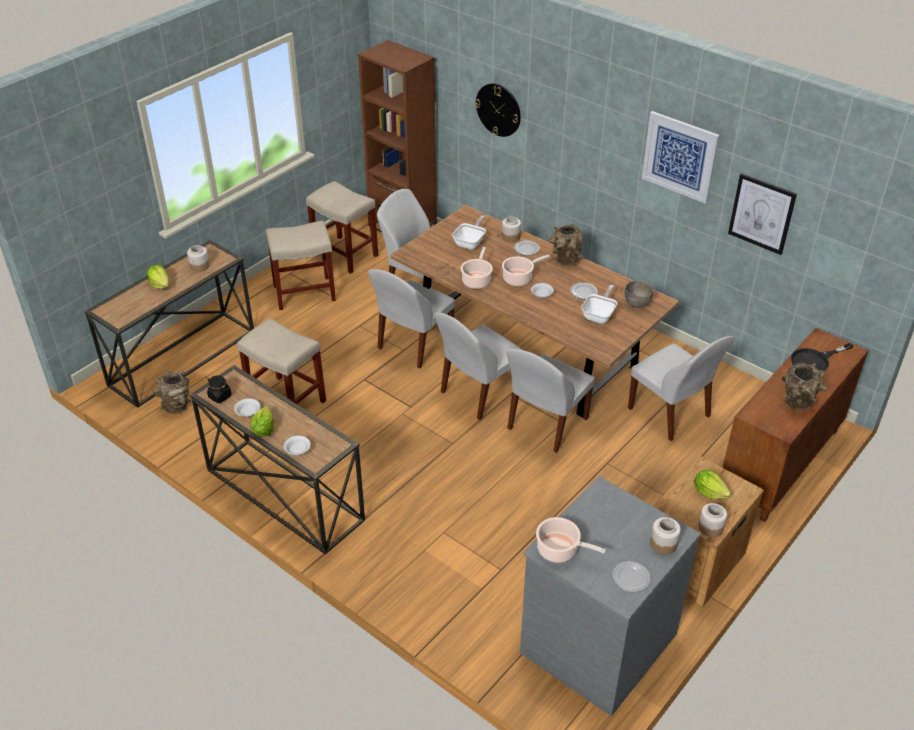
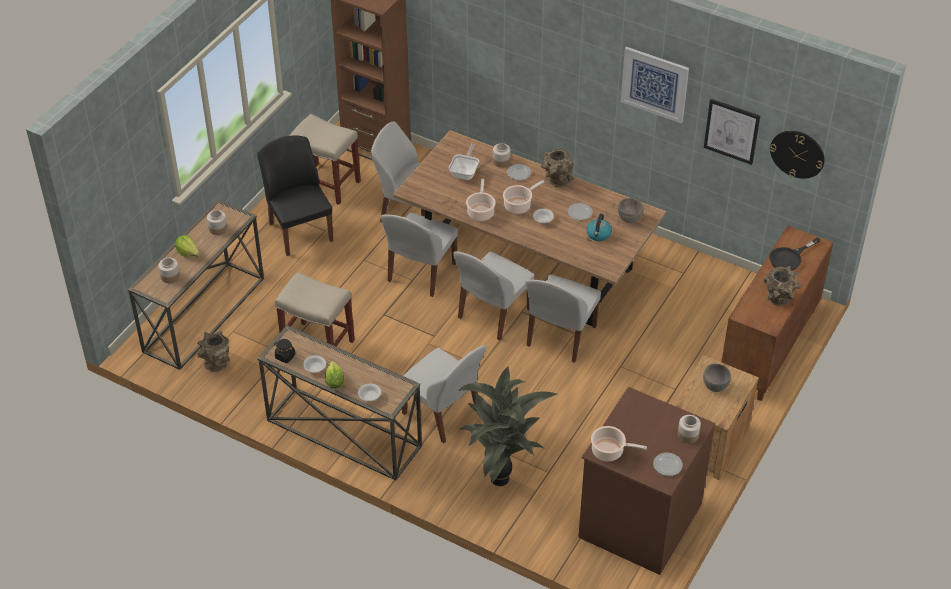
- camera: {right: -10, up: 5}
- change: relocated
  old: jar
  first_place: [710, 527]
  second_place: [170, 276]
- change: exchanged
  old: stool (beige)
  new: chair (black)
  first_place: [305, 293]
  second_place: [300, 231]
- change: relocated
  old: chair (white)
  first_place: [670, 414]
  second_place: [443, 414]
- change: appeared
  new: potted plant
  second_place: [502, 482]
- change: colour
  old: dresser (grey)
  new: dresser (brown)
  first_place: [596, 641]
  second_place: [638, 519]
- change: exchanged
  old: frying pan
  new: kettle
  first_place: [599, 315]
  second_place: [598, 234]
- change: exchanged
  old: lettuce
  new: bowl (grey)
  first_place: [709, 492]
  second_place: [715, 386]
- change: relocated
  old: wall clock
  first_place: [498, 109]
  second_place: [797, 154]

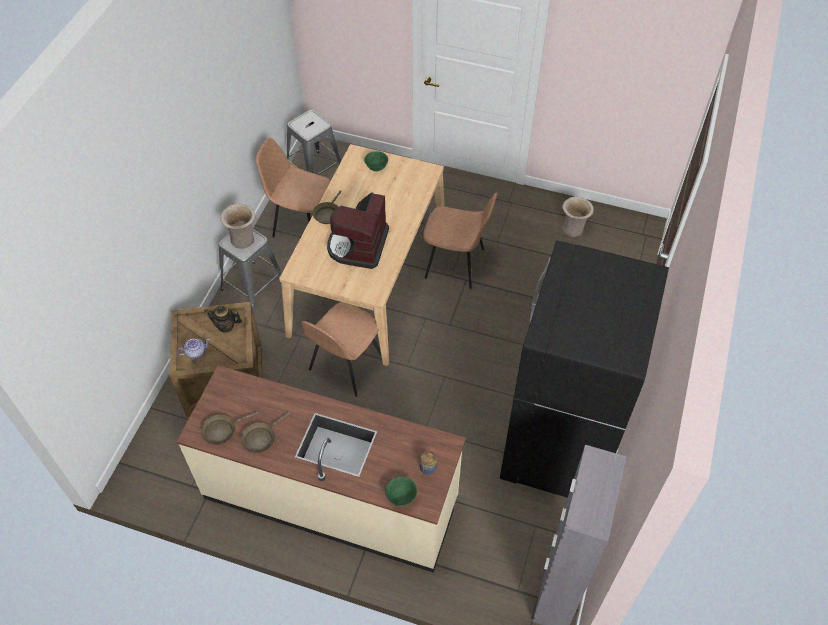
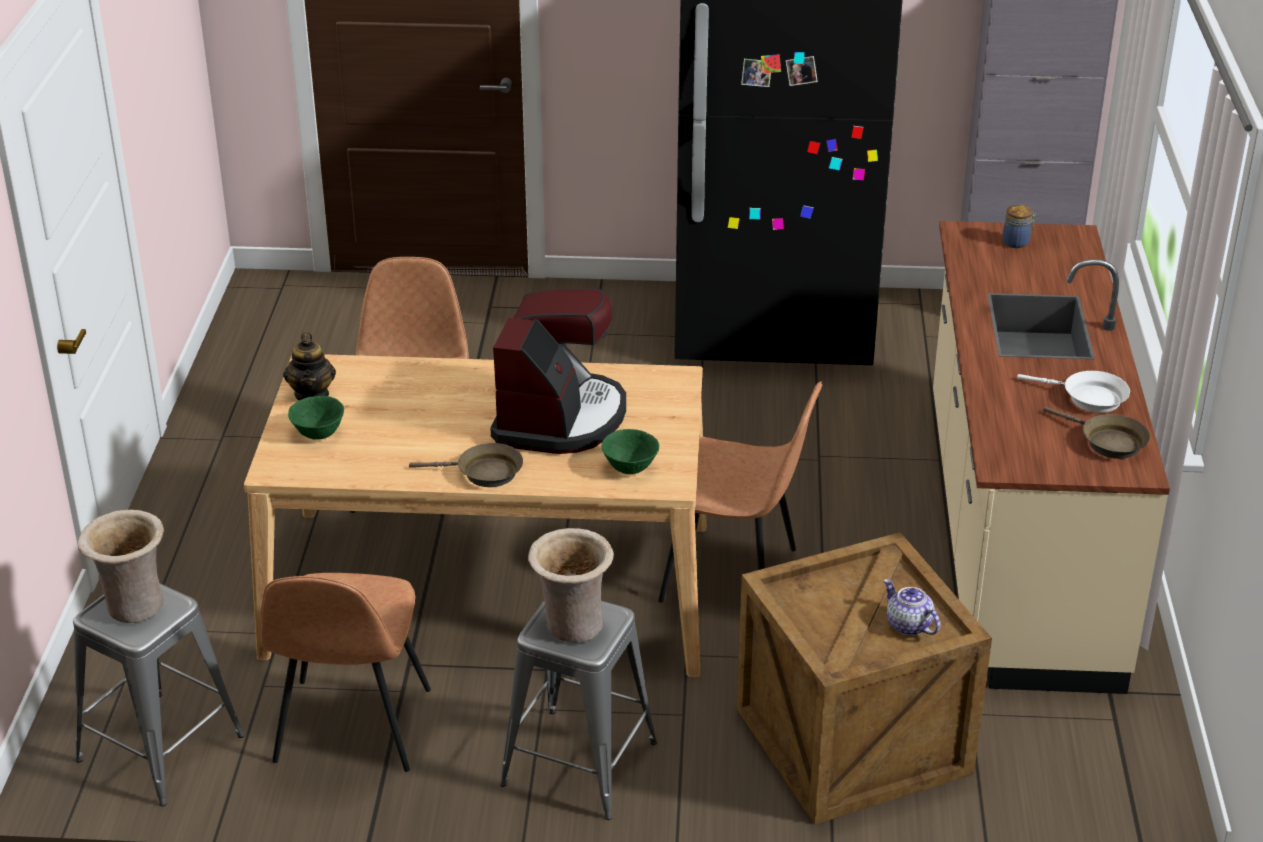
- camera: {right: -105, up: -20}
- change: relocated
  old: vase (beige)
  first_place: [573, 229]
  second_place: [133, 606]
- change: relocated
  old: teapot
  first_place: [226, 326]
  second_place: [312, 394]
- change: spun
  old: coffee machine
  first_place: [358, 245]
  second_place: [559, 418]
  degrees: -75
- change: relocated
  old: bowl (green)
  first_place: [401, 497]
  second_place: [630, 469]
- change: colour
  old: frying pan (brown)
  new: frying pan (white)
  first_place: [261, 438]
  second_place: [1088, 398]

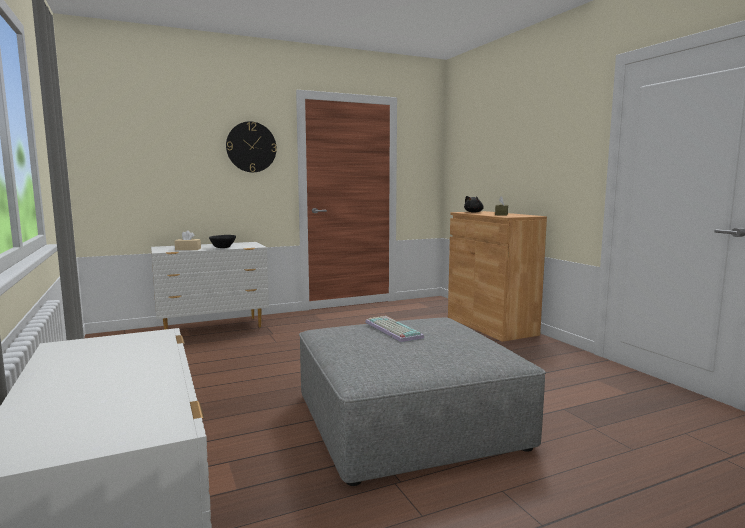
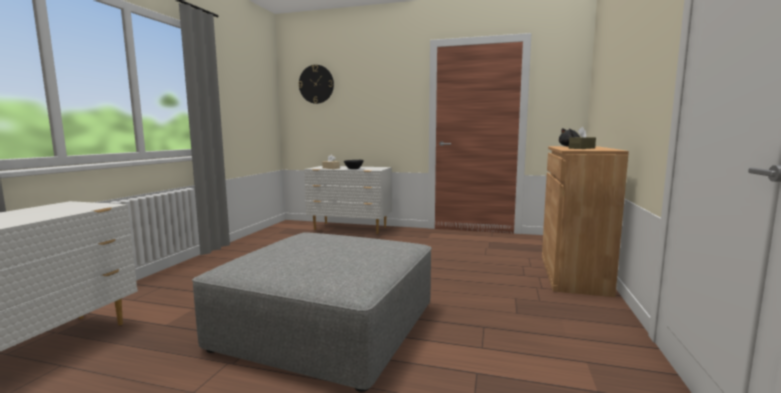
- camera: {right: 40, up: 0}
- change: relocated
  old: wall clock
  first_place: [251, 147]
  second_place: [316, 84]
- change: missing
  old: keyboard
  first_place: [391, 330]

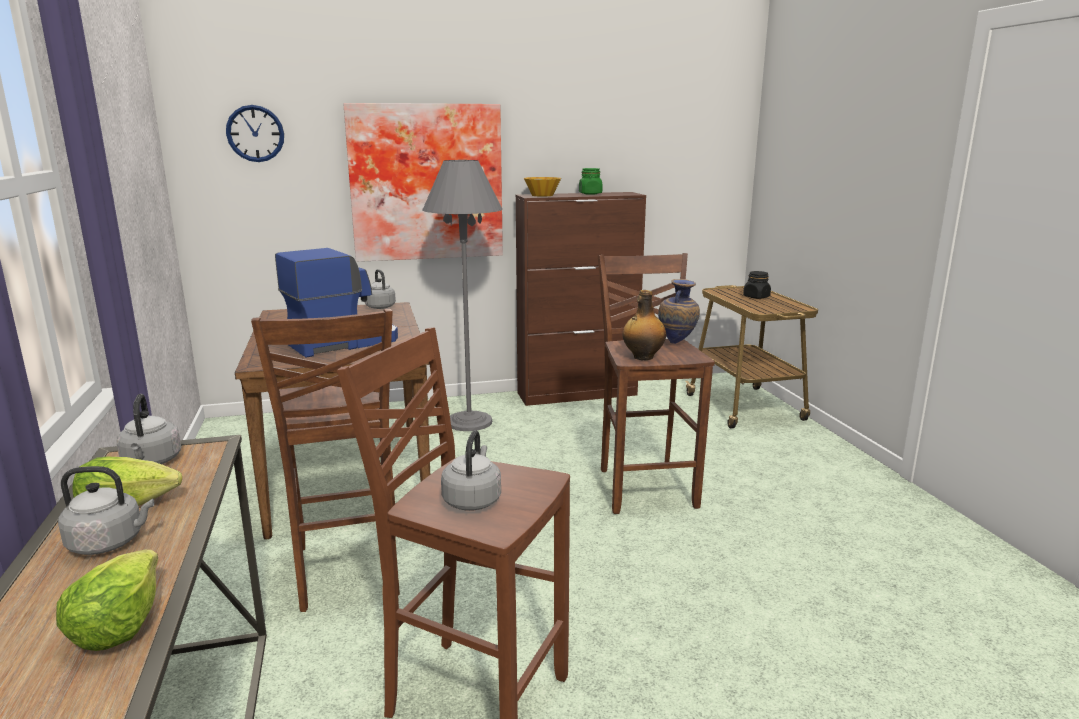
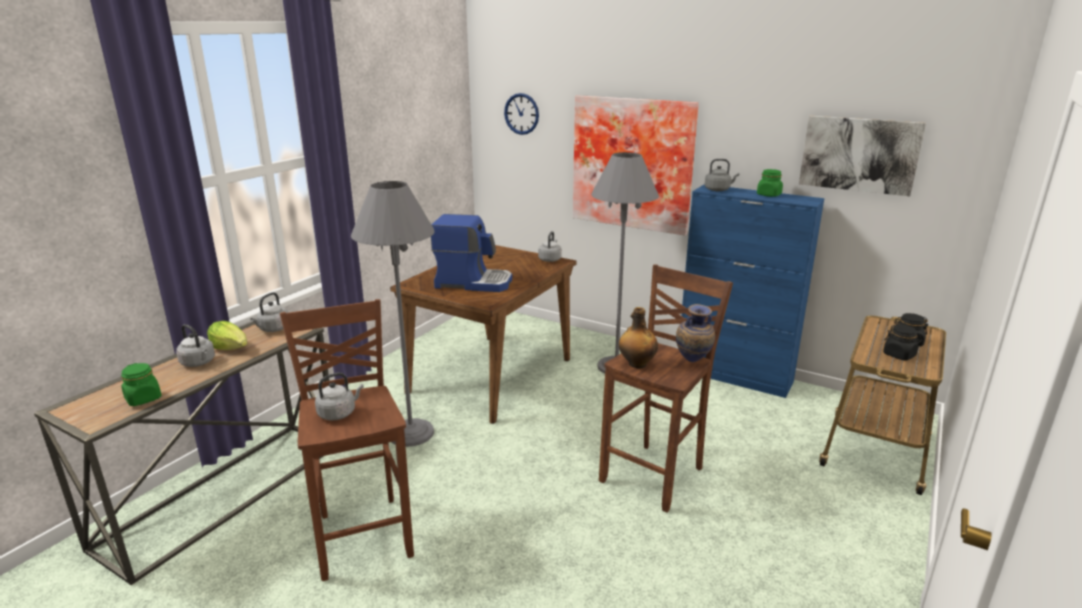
- camera: {right: 45, up: 5}
- change: exchanged
  old: lettuce
  new: jar (green)
  first_place: [118, 624]
  second_place: [143, 399]
- change: exchanged
  old: stool (brown)
  new: floor lamp (grey)
  first_place: [348, 572]
  second_place: [411, 433]
- change: colour
  old: cabinet (brown)
  new: cabinet (blue)
  first_place: [578, 394]
  second_place: [734, 376]
- change: exchanged
  old: bowl
  new: kettle (grey)
  first_place: [542, 195]
  second_place: [718, 190]
- change: appeared
  new: picture
  second_place: [859, 154]
- change: appeared
  new: jar (black)
  second_place: [899, 355]

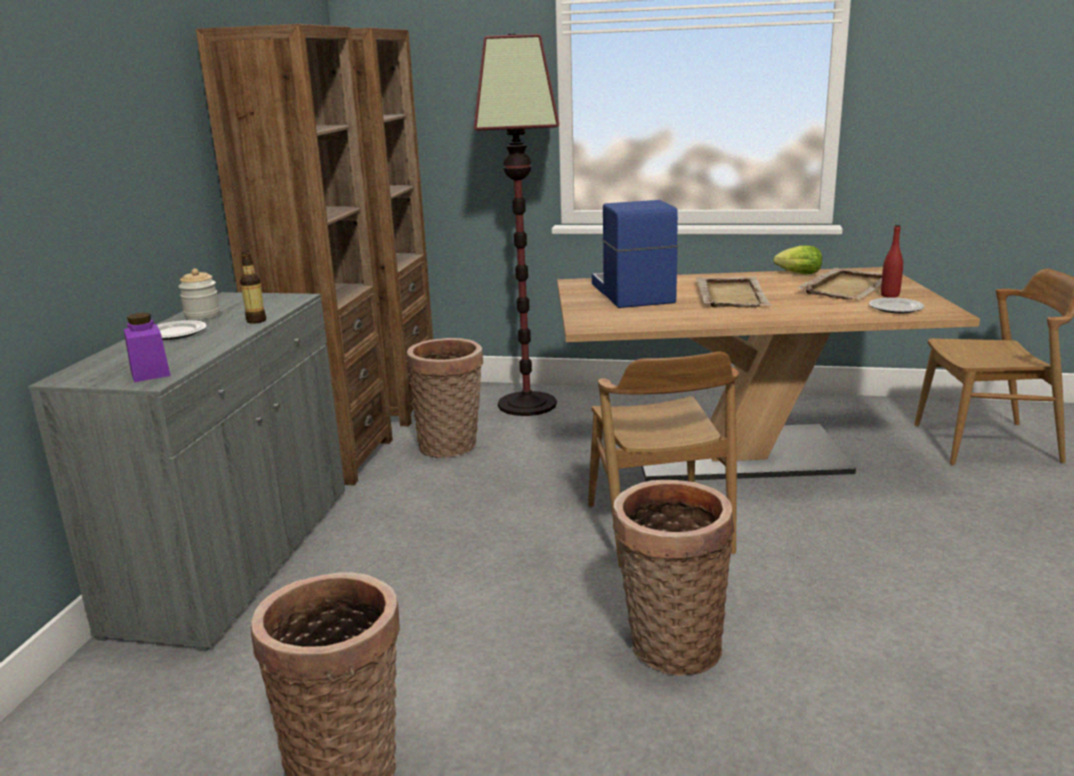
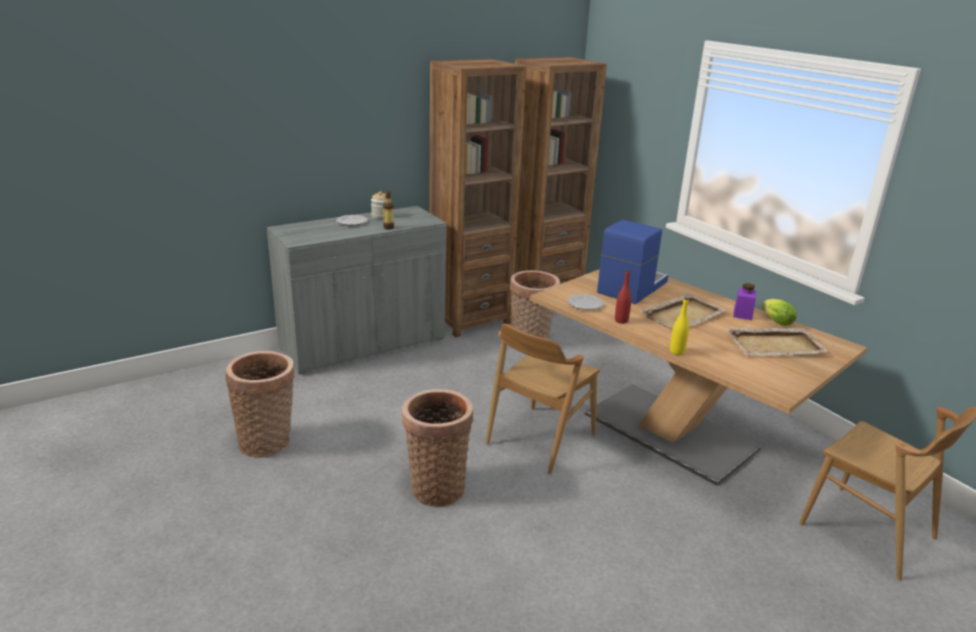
- camera: {right: 45, up: 5}
- change: relocated
  old: plate
  first_place: [895, 308]
  second_place: [585, 304]
- change: relocated
  old: bottle (red)
  first_place: [890, 295]
  second_place: [621, 321]
- change: appeared
  new: bottle (yellow)
  second_place: [677, 351]
- change: relocated
  old: jar (purple)
  first_place: [150, 373]
  second_place: [742, 314]
- change: missing
  old: floor lamp
  first_place: [526, 404]

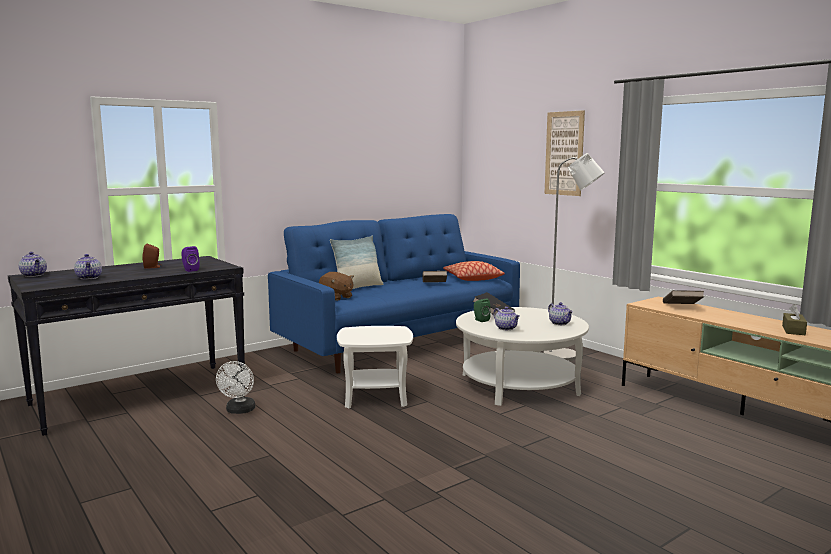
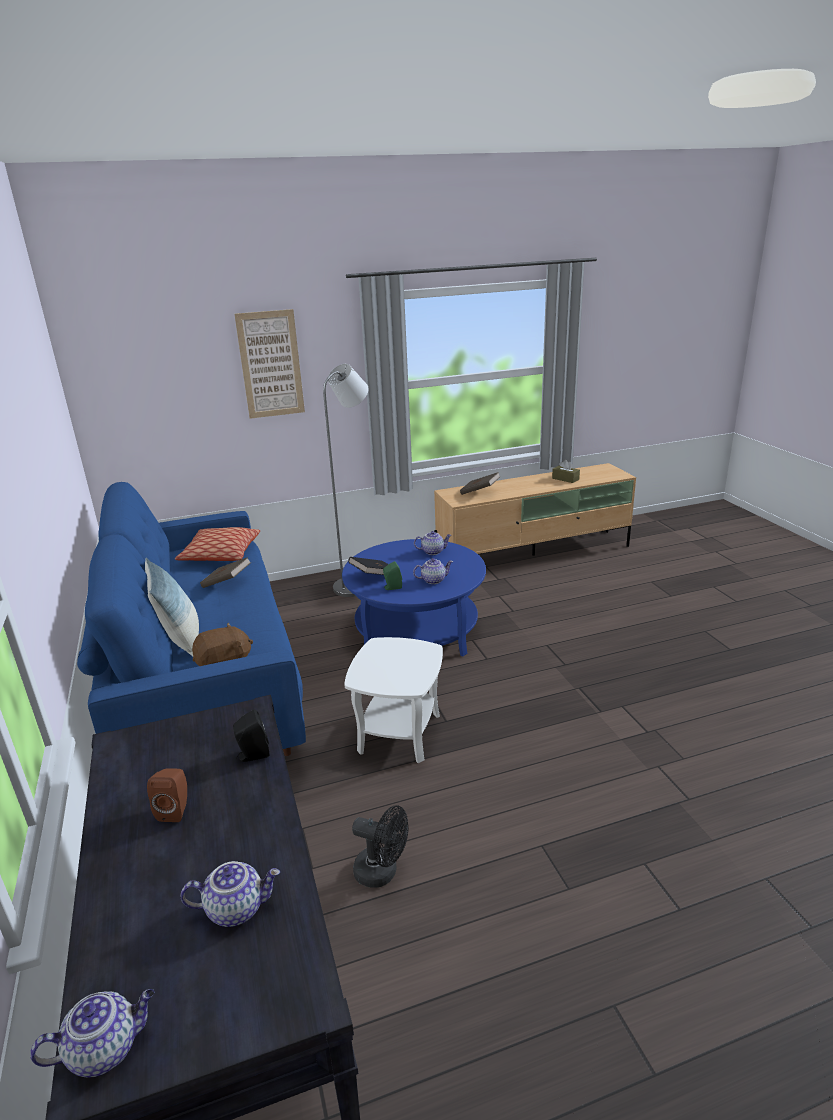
- camera: {right: -70, up: 15}
- change: colour
  old: speaker (purple)
  new: speaker (black)
  first_place: [190, 270]
  second_place: [252, 755]
- change: colour
  old: coffee table (white)
  new: coffee table (blue)
  first_place: [519, 384]
  second_place: [416, 630]
- change: colour
  old: fan (white)
  new: fan (black)
  first_place: [239, 411]
  second_place: [382, 872]

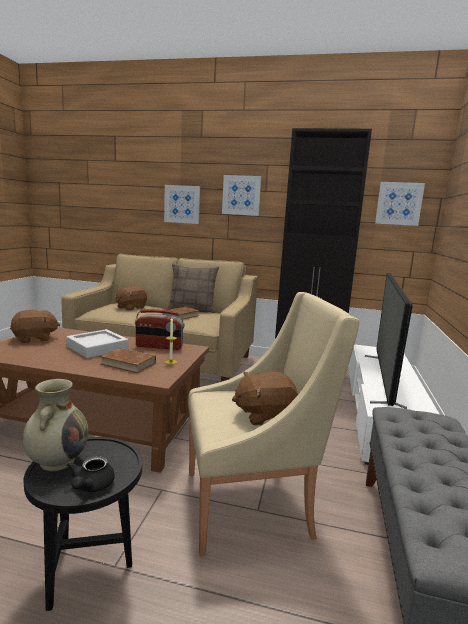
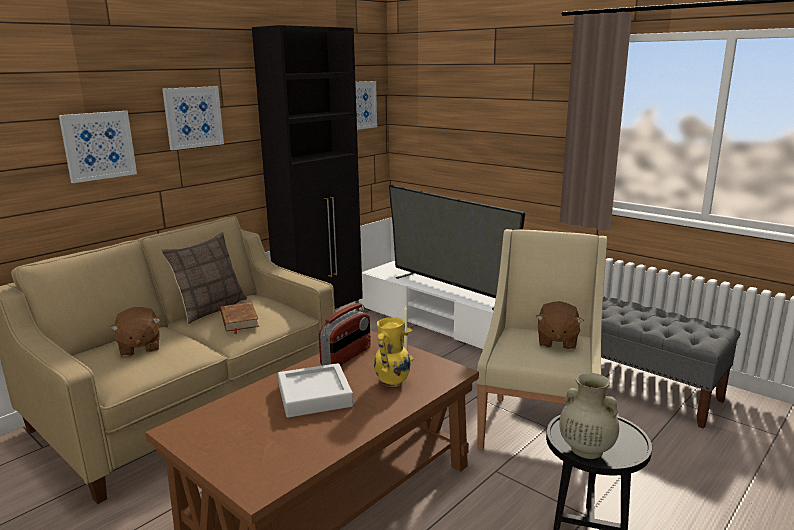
- camera: {right: -60, up: 5}
- change: exchanged
  old: book (brown)
  new: vase (yellow)
  first_place: [128, 363]
  second_place: [391, 382]
- change: missing
  old: plush toy (brown)
  first_place: [35, 339]
- change: missing
  old: teapot (black)
  first_place: [91, 486]

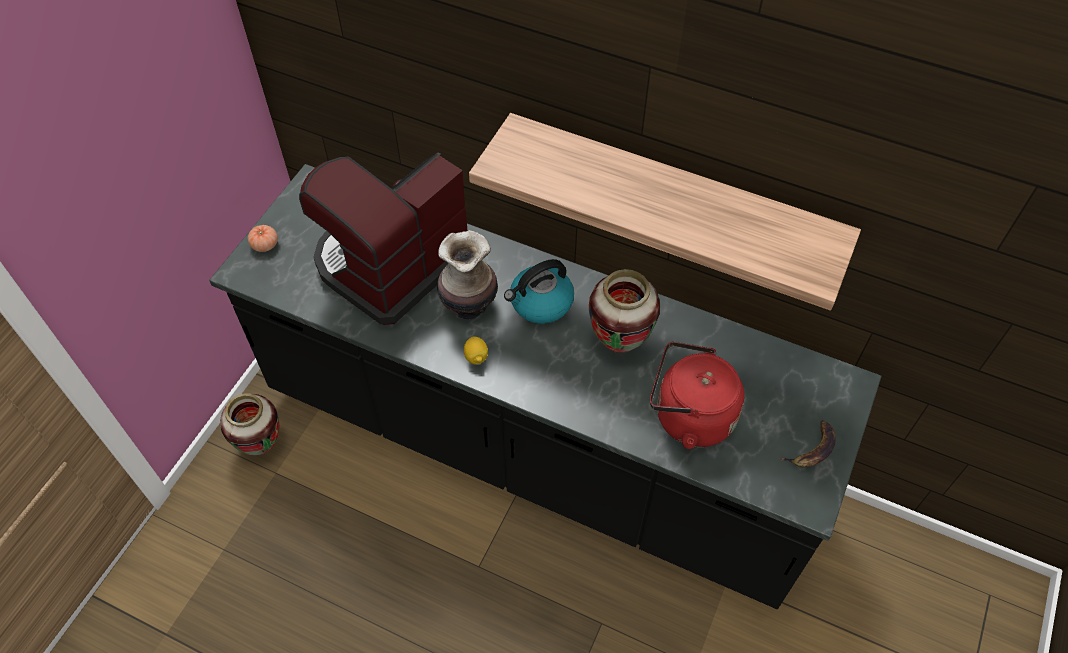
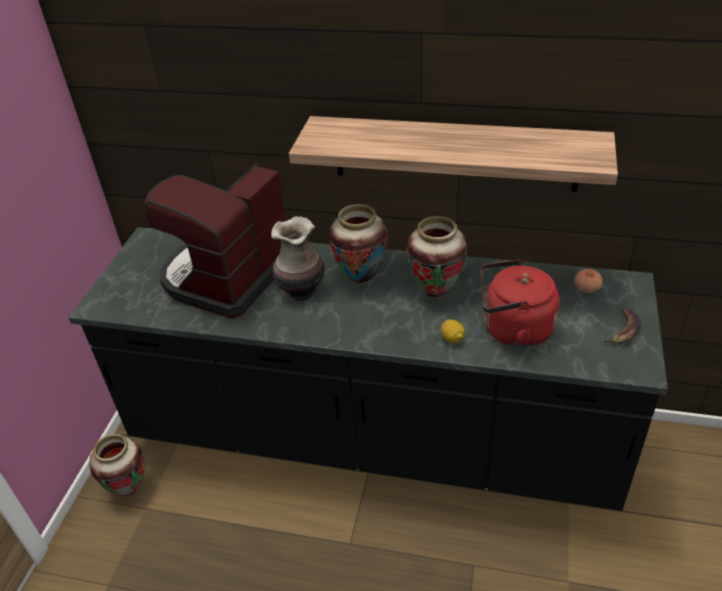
- camera: {right: -10, up: -15}
- change: exchanged
  old: kettle
  new: vase
  first_place: [540, 303]
  second_place: [361, 279]
- change: relocated
  old: lemon
  first_place: [476, 357]
  second_place: [452, 339]
- change: relocated
  old: tomato
  first_place: [265, 245]
  second_place: [586, 288]

